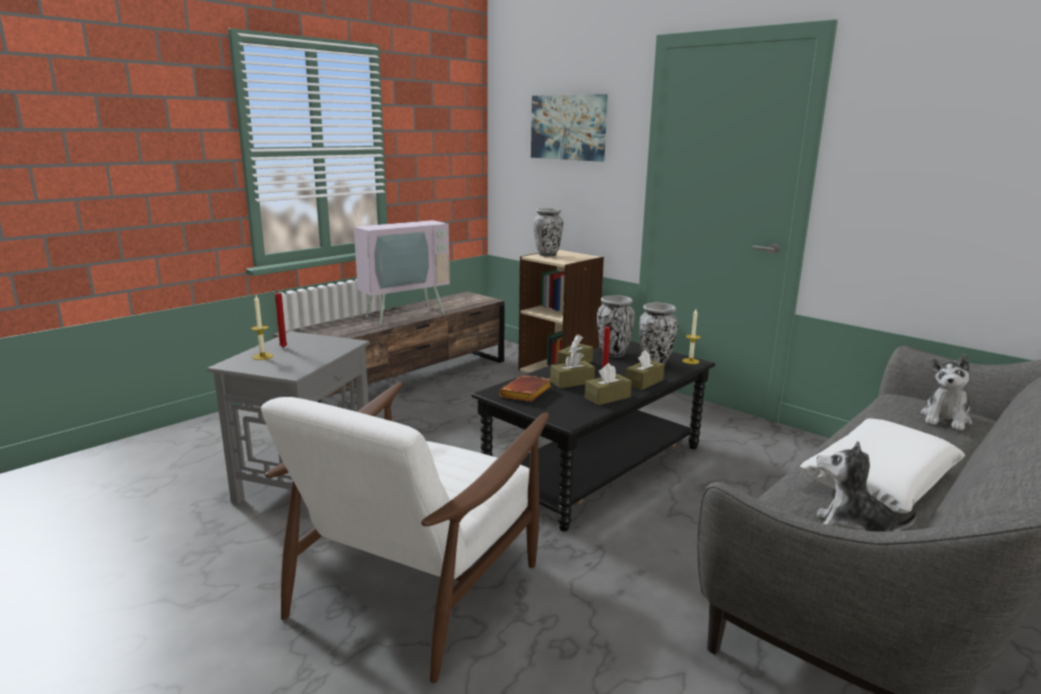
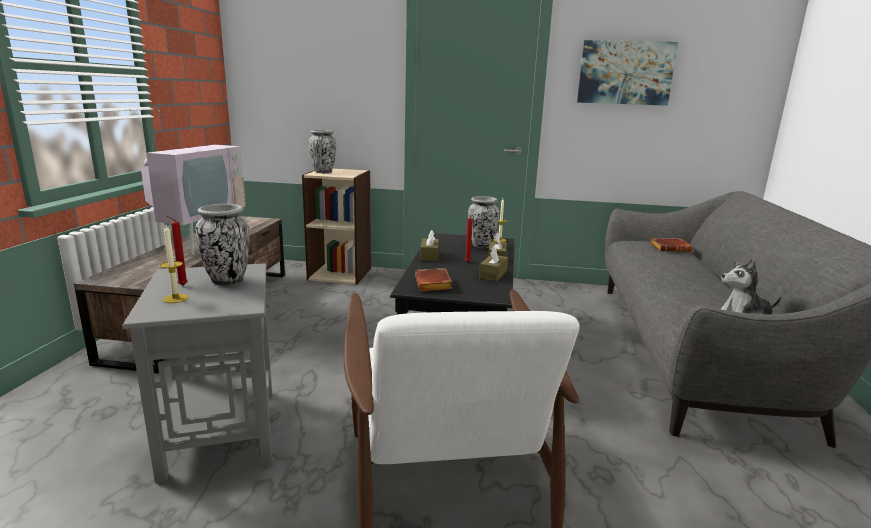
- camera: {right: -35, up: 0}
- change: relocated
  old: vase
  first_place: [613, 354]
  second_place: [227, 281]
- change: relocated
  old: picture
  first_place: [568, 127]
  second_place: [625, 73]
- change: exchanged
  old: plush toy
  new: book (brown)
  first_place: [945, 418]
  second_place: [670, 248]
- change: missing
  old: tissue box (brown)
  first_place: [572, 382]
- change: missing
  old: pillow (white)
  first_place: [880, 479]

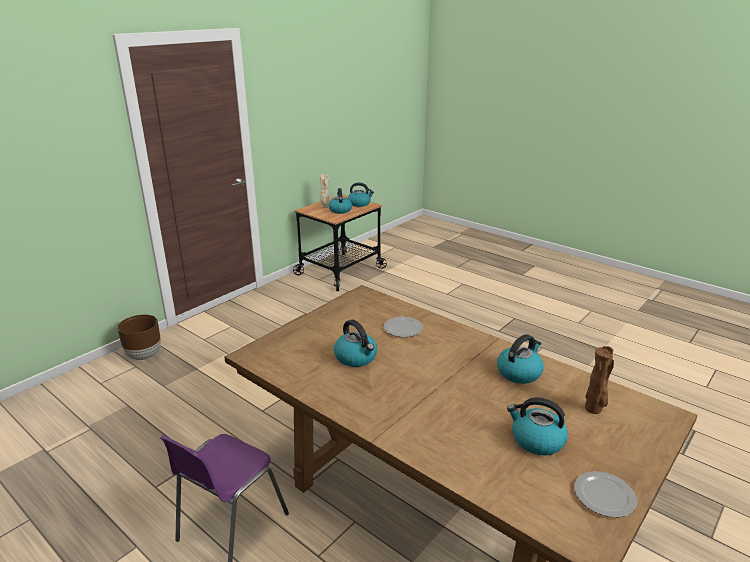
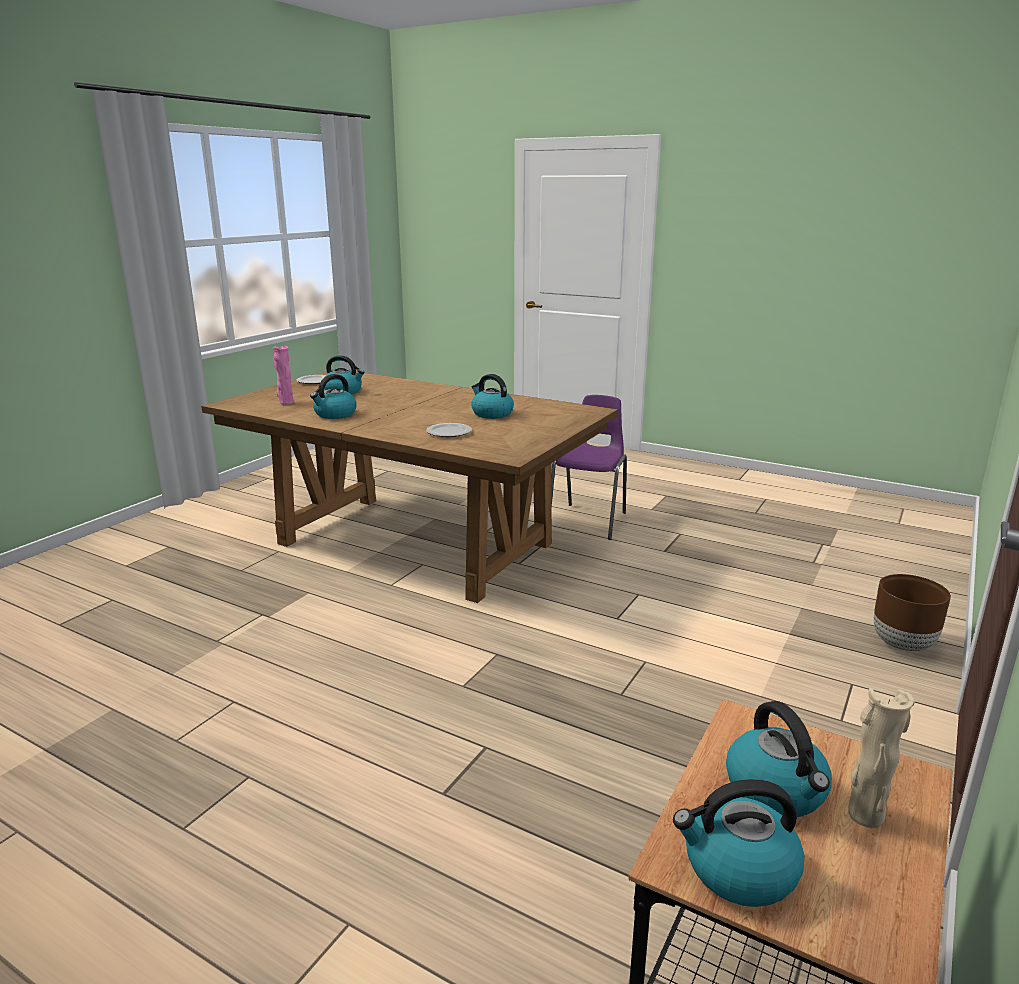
- camera: {right: 170, up: -5}
- change: colour
  old: vase (brown)
  new: vase (pink)
  first_place: [594, 409]
  second_place: [286, 403]

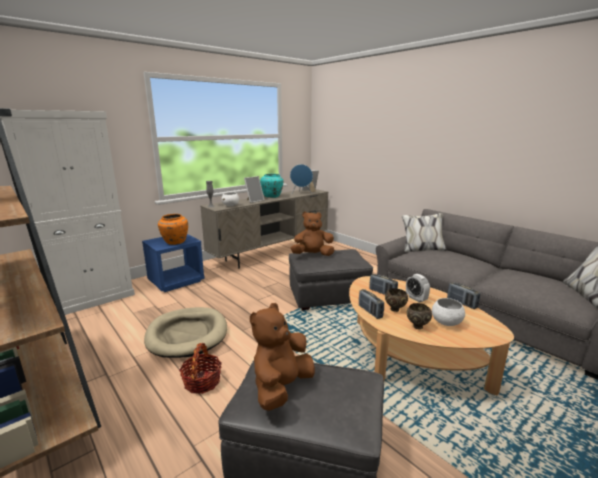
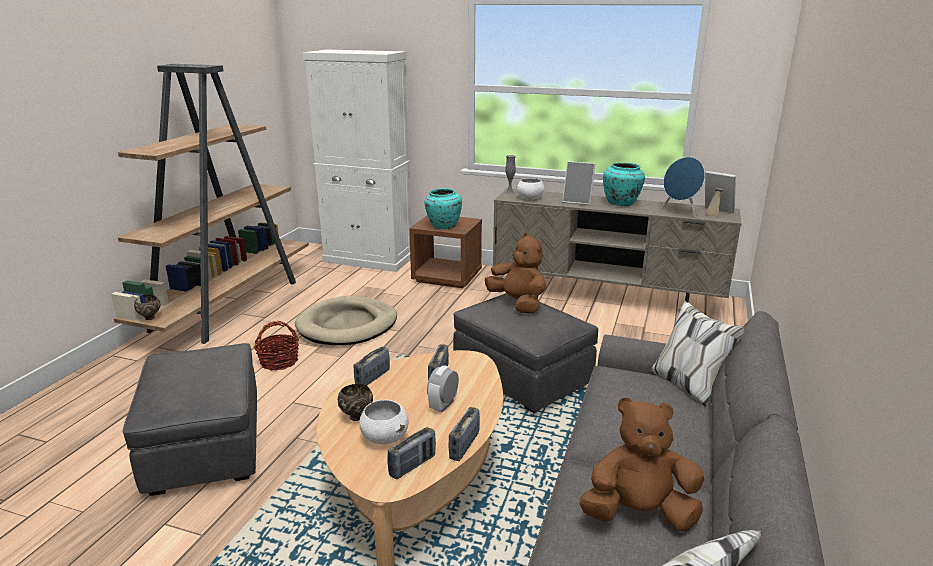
- camera: {right: 60, up: 5}
- change: relocated
  old: bowl (brown)
  first_place: [395, 309]
  second_place: [150, 318]
- change: appeared
  new: radio
  second_place: [412, 466]
- change: colour
  old: nightstand (blue)
  new: nightstand (brown)
  first_place: [176, 281]
  second_place: [447, 277]
- change: colour
  old: vase (orange)
  new: vase (turquoise)
  first_place: [174, 242]
  second_place: [443, 226]
- change: relocated
  old: plush toy (brown)
  first_place: [281, 387]
  second_place: [638, 514]

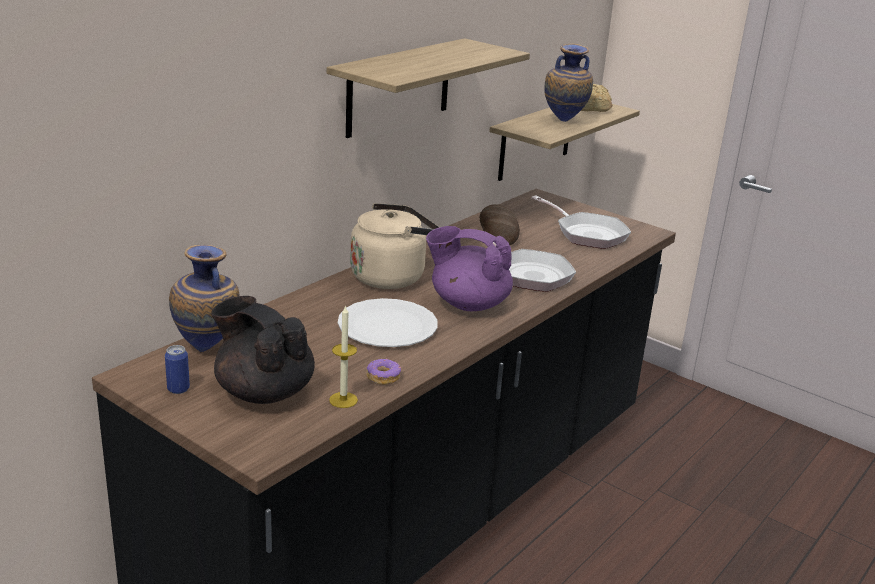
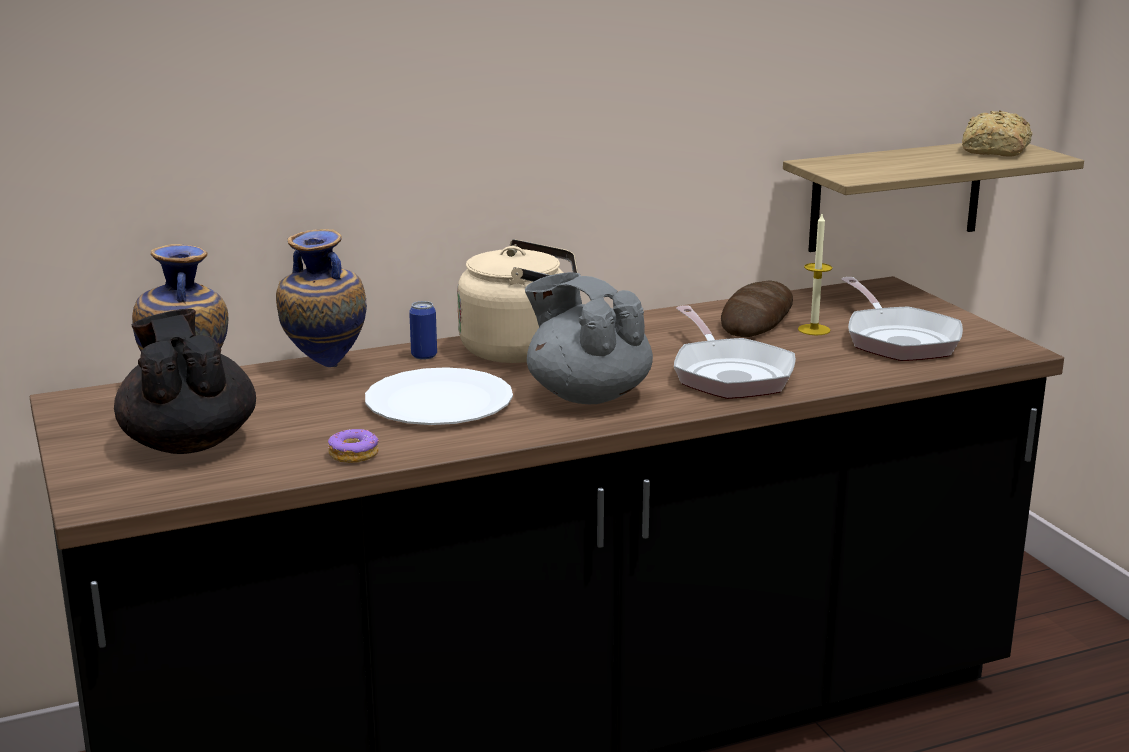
- camera: {right: 30, up: -5}
- change: relocated
  old: vase
  first_place: [563, 122]
  second_place: [324, 368]
- change: relocated
  old: can
  first_place: [178, 389]
  second_place: [424, 356]
- change: colour
  old: teapot (purple)
  new: teapot (grey)
  first_place: [468, 303]
  second_place: [587, 395]
- change: relocated
  old: candle
  first_place: [343, 400]
  second_place: [814, 330]
- change: missing
  old: shelf
  first_place: [399, 87]

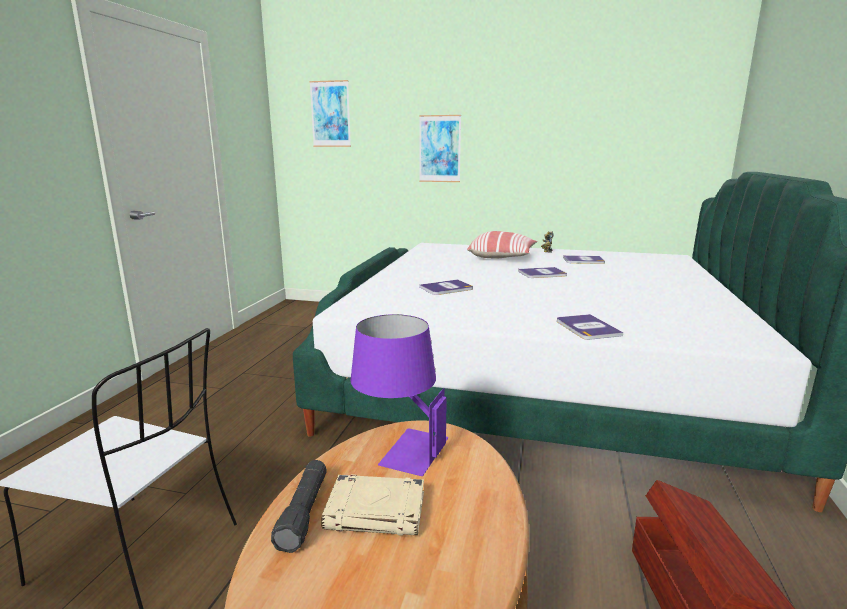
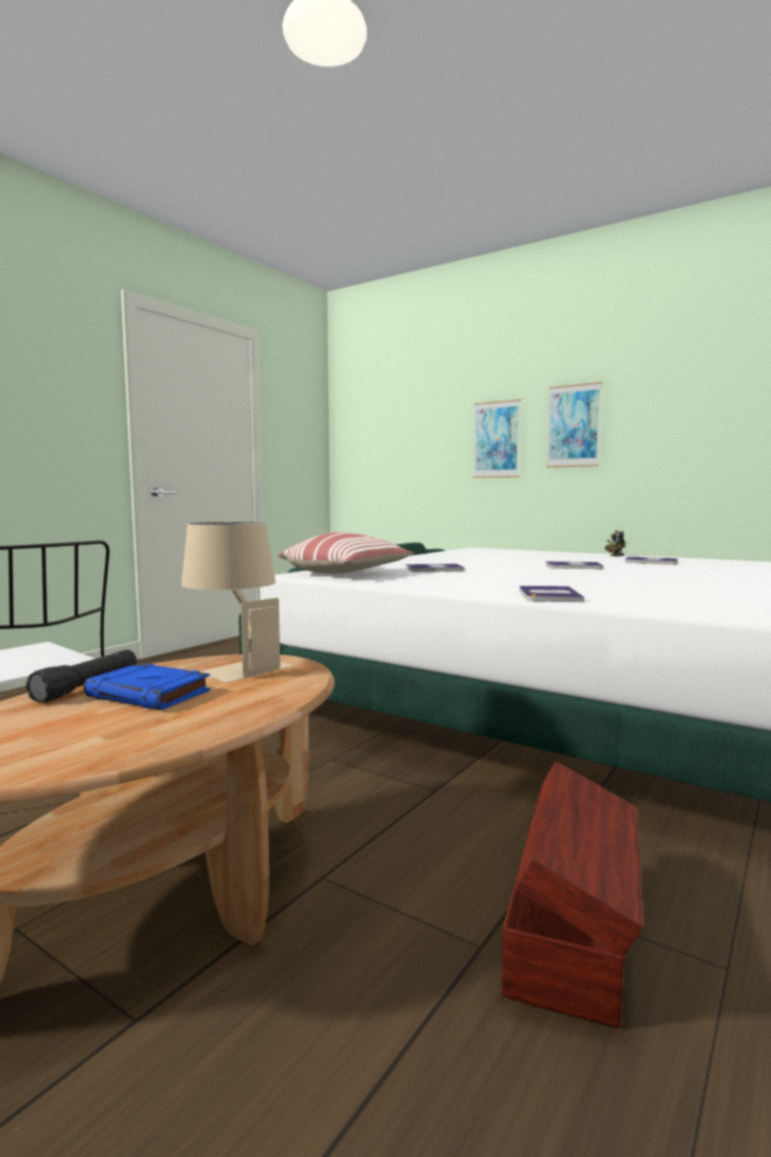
- camera: {right: 20, up: -10}
- change: colour
  old: book (beige)
  new: book (blue)
  first_place: [377, 511]
  second_place: [150, 694]
- change: colour
  old: table lamp (purple)
  new: table lamp (beige)
  first_place: [399, 447]
  second_place: [235, 666]
- change: relocated
  old: pillow
  first_place: [502, 257]
  second_place: [347, 574]
- change: relocated
  old: picture
  first_place: [330, 114]
  second_place: [573, 426]

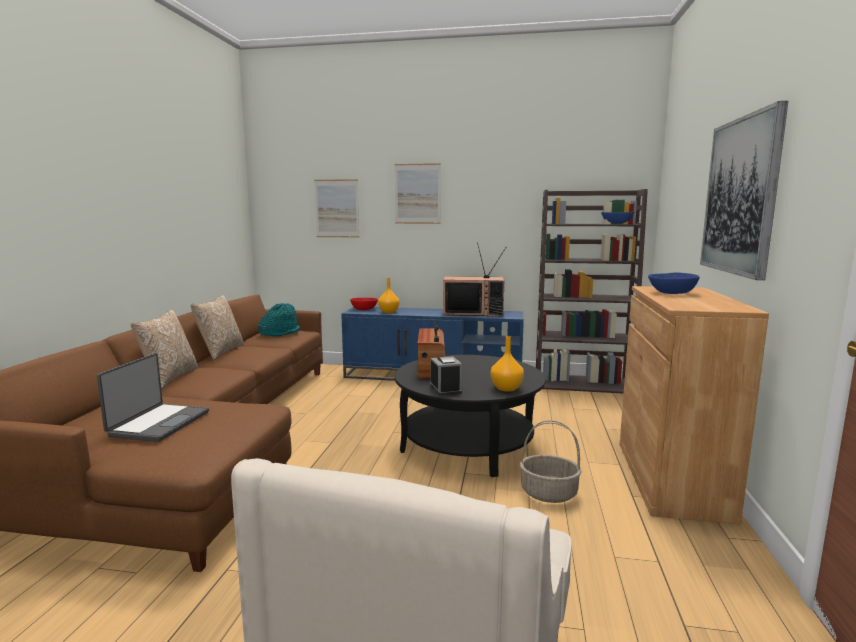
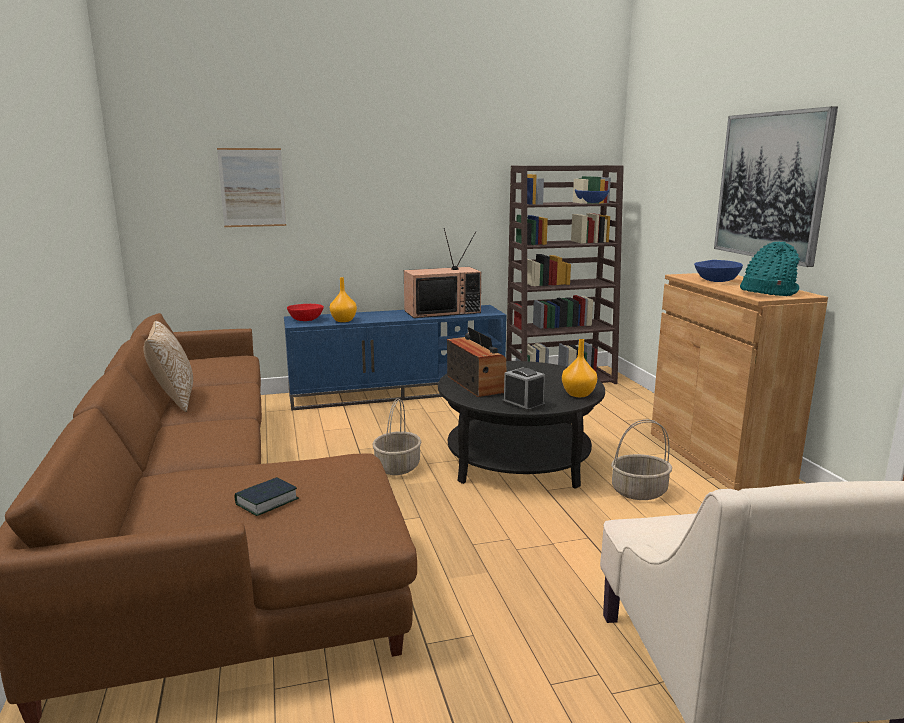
- camera: {right: -25, up: 5}
- change: exchanged
  old: laptop
  new: book
  first_place: [158, 423]
  second_place: [267, 501]
- change: appeared
  new: basket
  second_place: [397, 466]
- change: relocated
  old: hat (turquoise)
  first_place: [279, 333]
  second_place: [767, 292]
- change: missing
  old: pillow
  first_place: [169, 378]
- change: missing
  old: picture
  first_place: [417, 194]

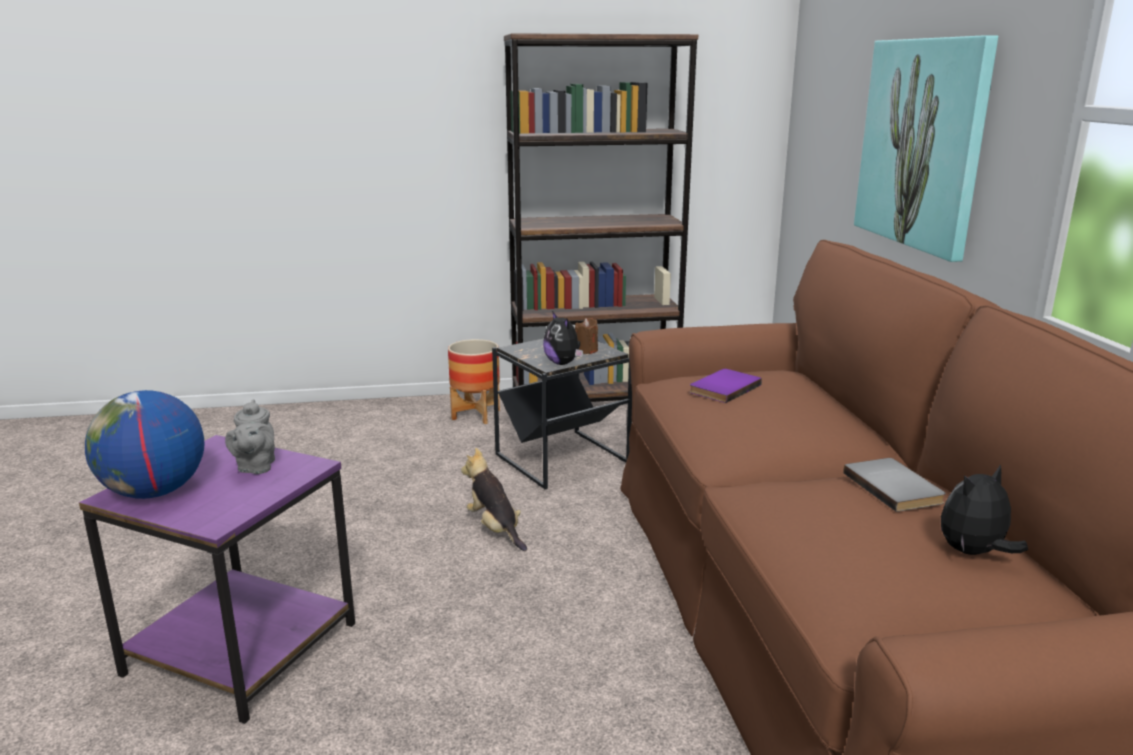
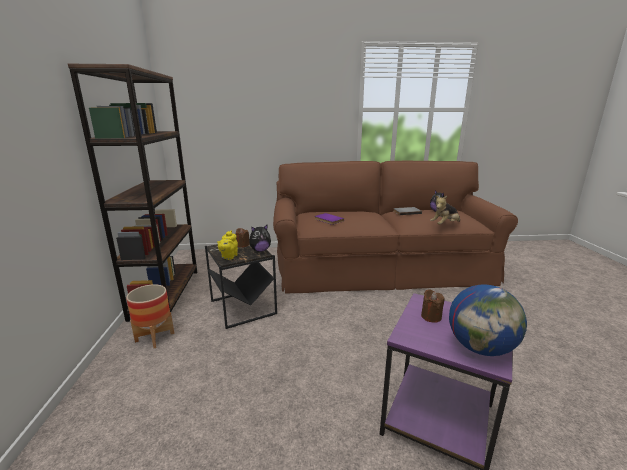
- camera: {right: -85, up: 0}
- change: appeared
  new: teapot (yellow)
  second_place: [228, 257]
- change: exchanged
  old: teapot (grey)
  new: candle (brown)
  first_place: [255, 467]
  second_place: [431, 316]
- change: relocated
  old: plush toy
  first_place: [495, 529]
  second_place: [445, 225]
- change: missing
  old: picture
  first_place: [922, 144]

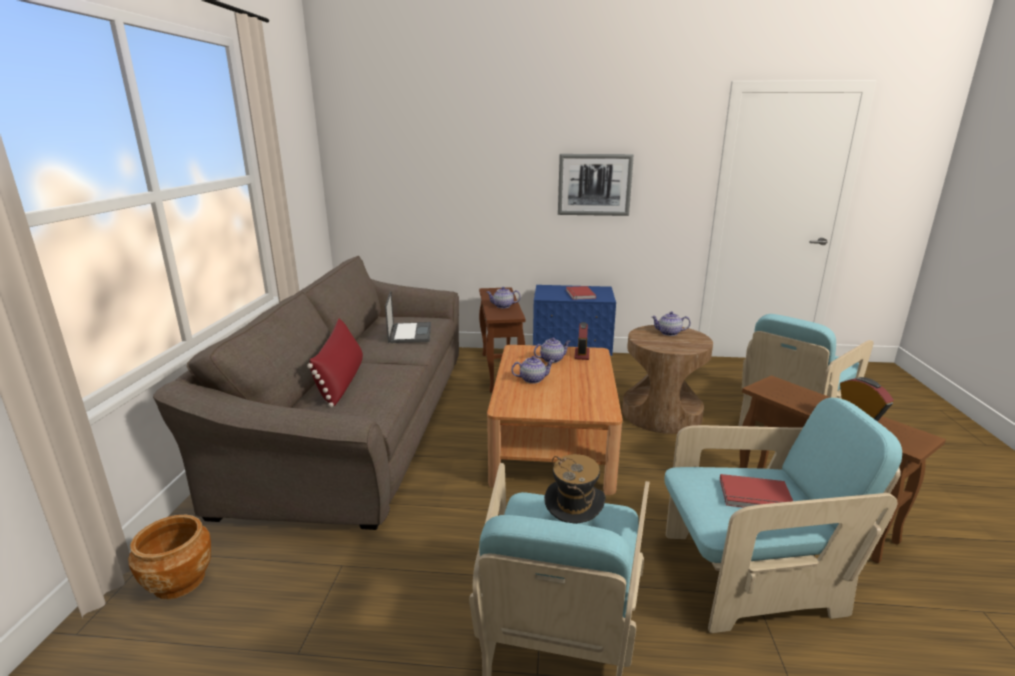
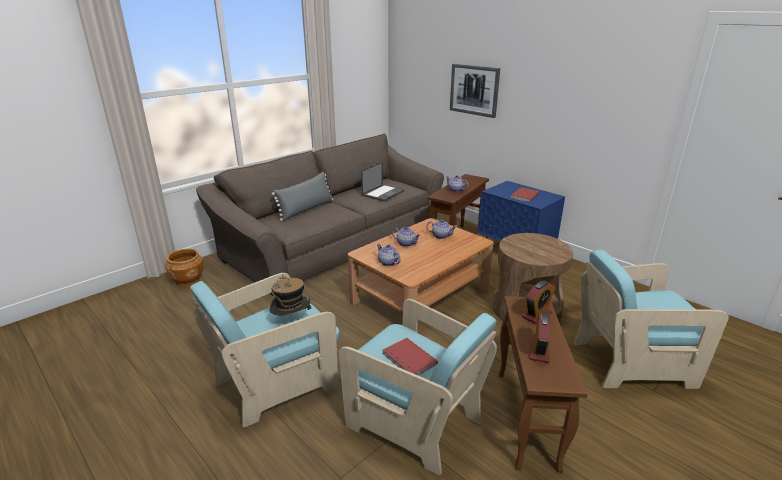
- camera: {right: 40, up: 5}
- change: colour
  old: pillow (red)
  new: pillow (grey)
  first_place: [341, 381]
  second_place: [306, 210]
- change: relocated
  old: teapot
  first_place: [669, 333]
  second_place: [387, 263]
- change: relocated
  old: picture
  first_place: [594, 185]
  second_place: [474, 90]
- change: relocated
  old: alarm clock
  first_place: [582, 354]
  second_place: [537, 315]

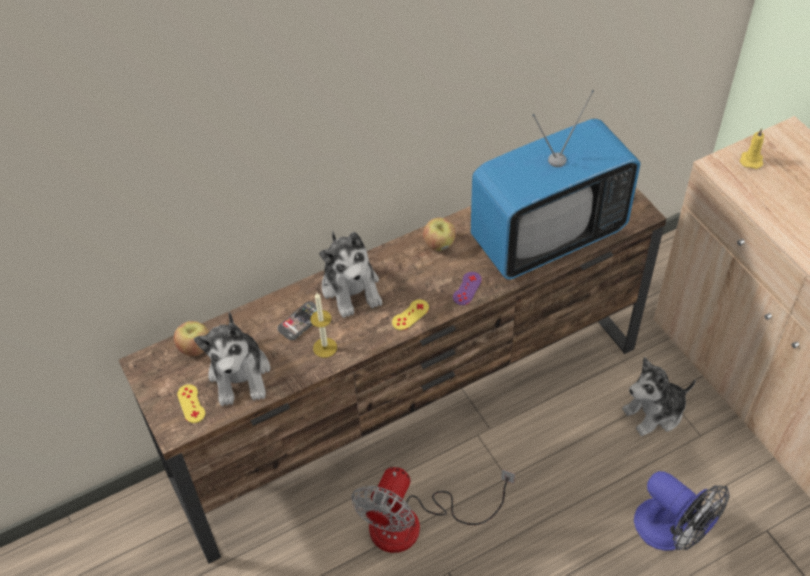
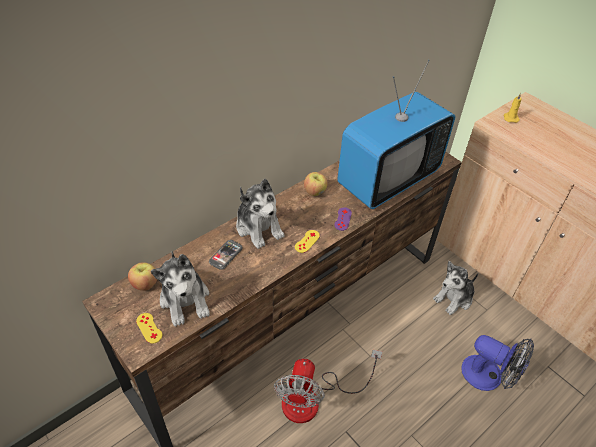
- camera: {right: -15, up: -5}
- change: missing
  old: candle
  first_place: [325, 347]

